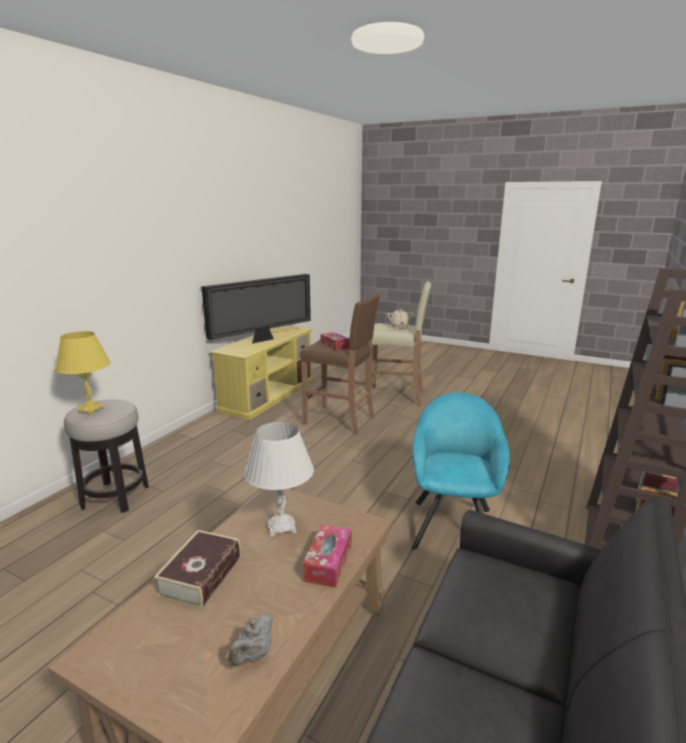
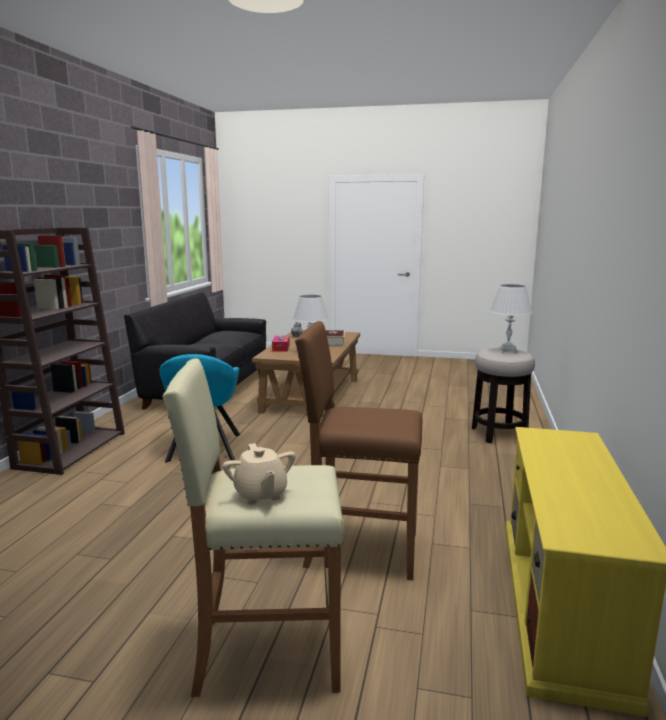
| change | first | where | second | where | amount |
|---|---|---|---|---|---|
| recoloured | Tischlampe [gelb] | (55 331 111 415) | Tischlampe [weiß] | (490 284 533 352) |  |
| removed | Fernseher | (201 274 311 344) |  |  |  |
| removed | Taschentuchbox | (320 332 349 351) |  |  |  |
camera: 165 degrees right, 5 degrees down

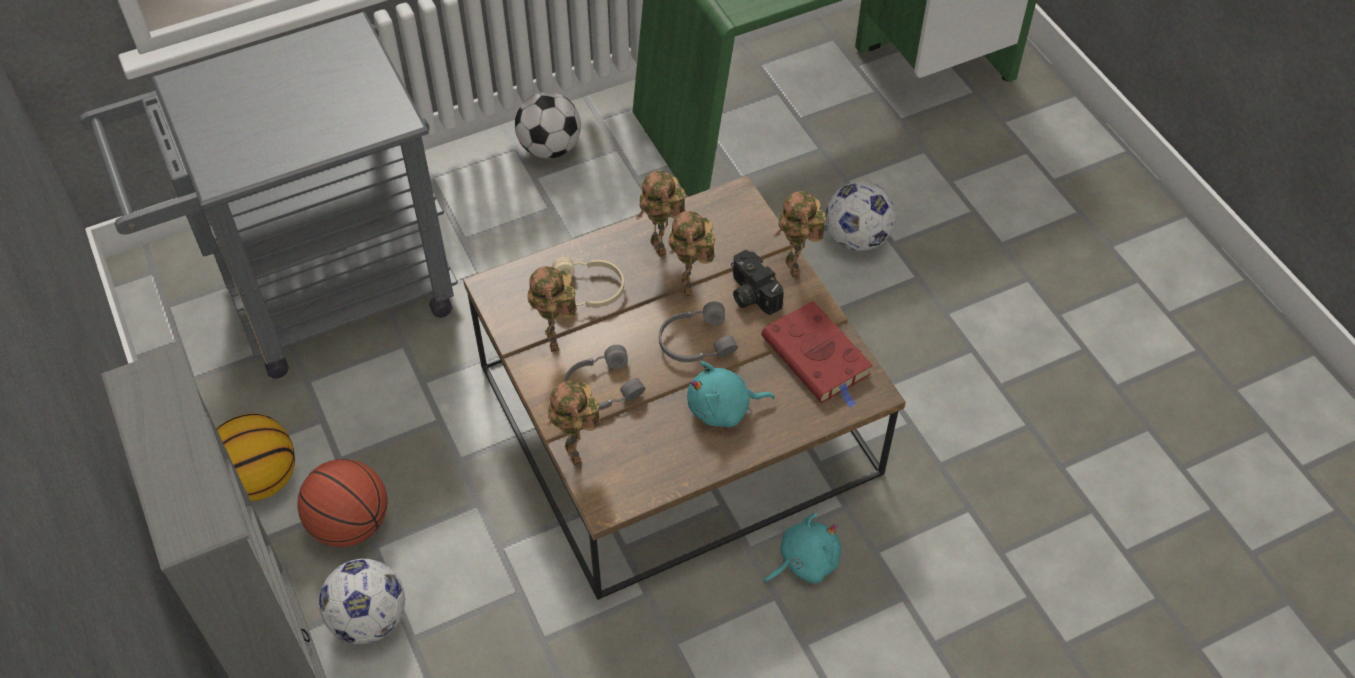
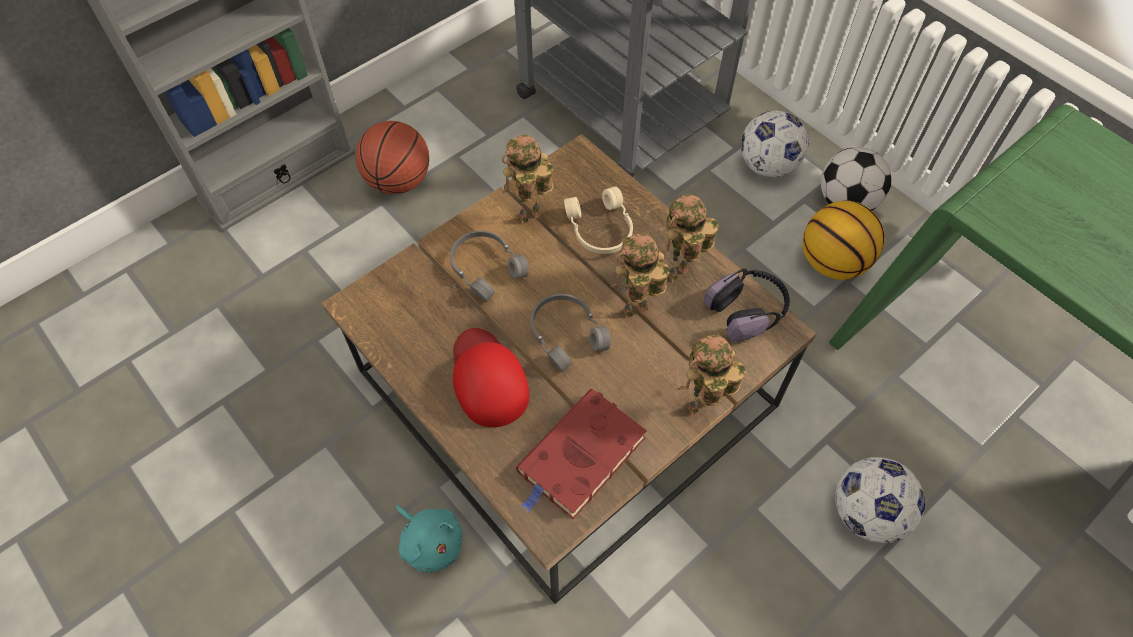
| change | first | where | second | where | amount |
|---|---|---|---|---|---|
| replaced | Plüschtier [türkis] | (687 361 775 427) | Kappe [rot] | (453 328 529 427) |  |
| added |  |  | Kopfhörer | (704 268 790 342) |  |
| moved | Fußball | (319 559 405 644) |  | (741 111 808 177) |  |
| moved | Basketball | (216 413 295 501) |  | (802 201 885 280) |  |
| removed | Spielzeugroboter | (547 381 600 466) |  |  |  |
| removed | Kamera | (731 250 784 315) |  |  |  |
camera: 75 degrees right, 5 degrees up

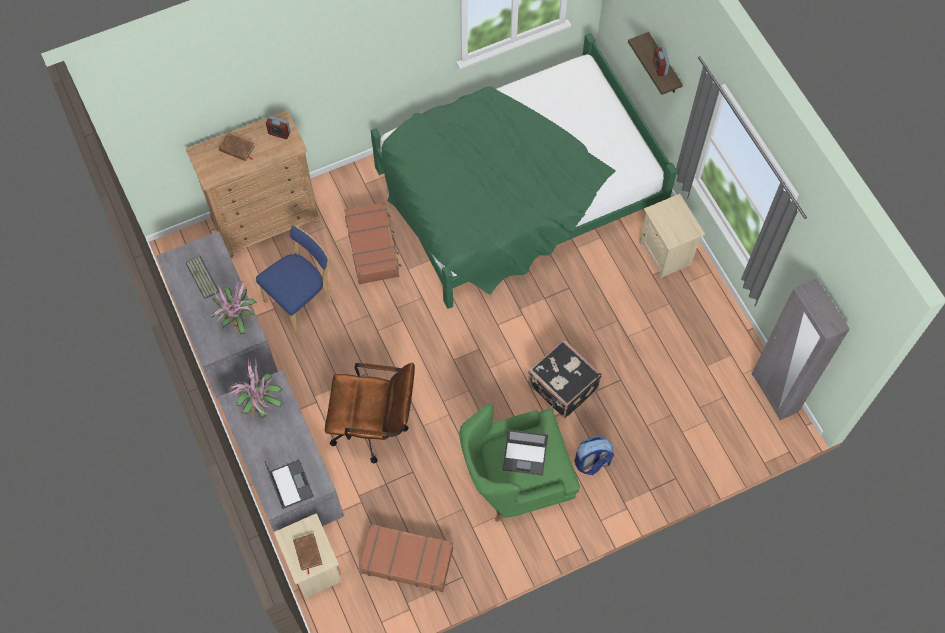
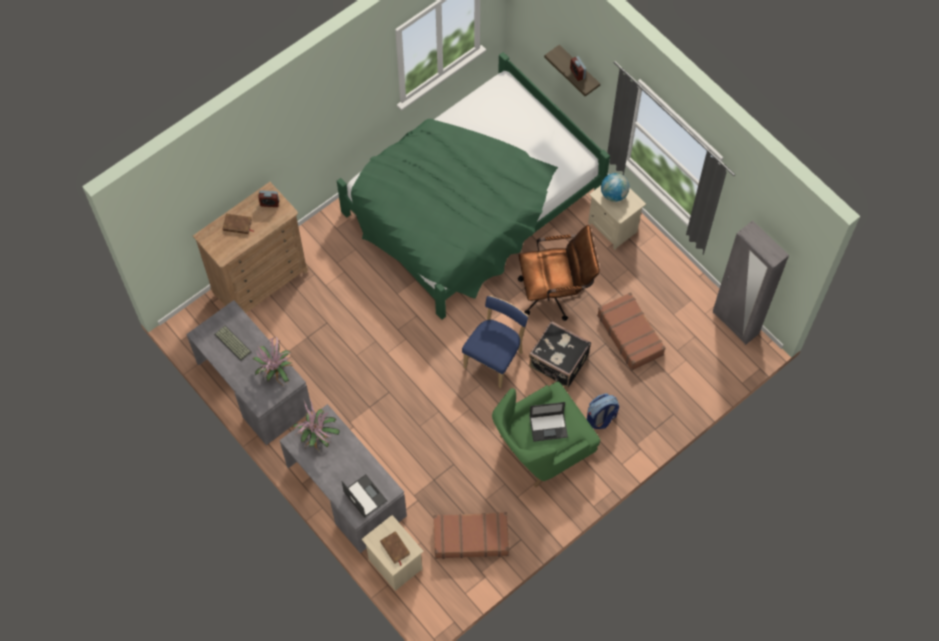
| change | first | where | second | where | amount |
|---|---|---|---|---|---|
| moved | Stuhl [blau] | (256 226 332 332) |  | (462 295 529 388) |  |
| moved | Bürostuhl [braun] | (325 363 415 463) |  | (518 225 600 321) |  |
| moved | Koffer [braun] | (344 202 402 284) |  | (597 292 666 371) |  |
| added |  |  | Globus | (601 173 629 202) |  |
camera: 15 degrees left, 0 degrees up

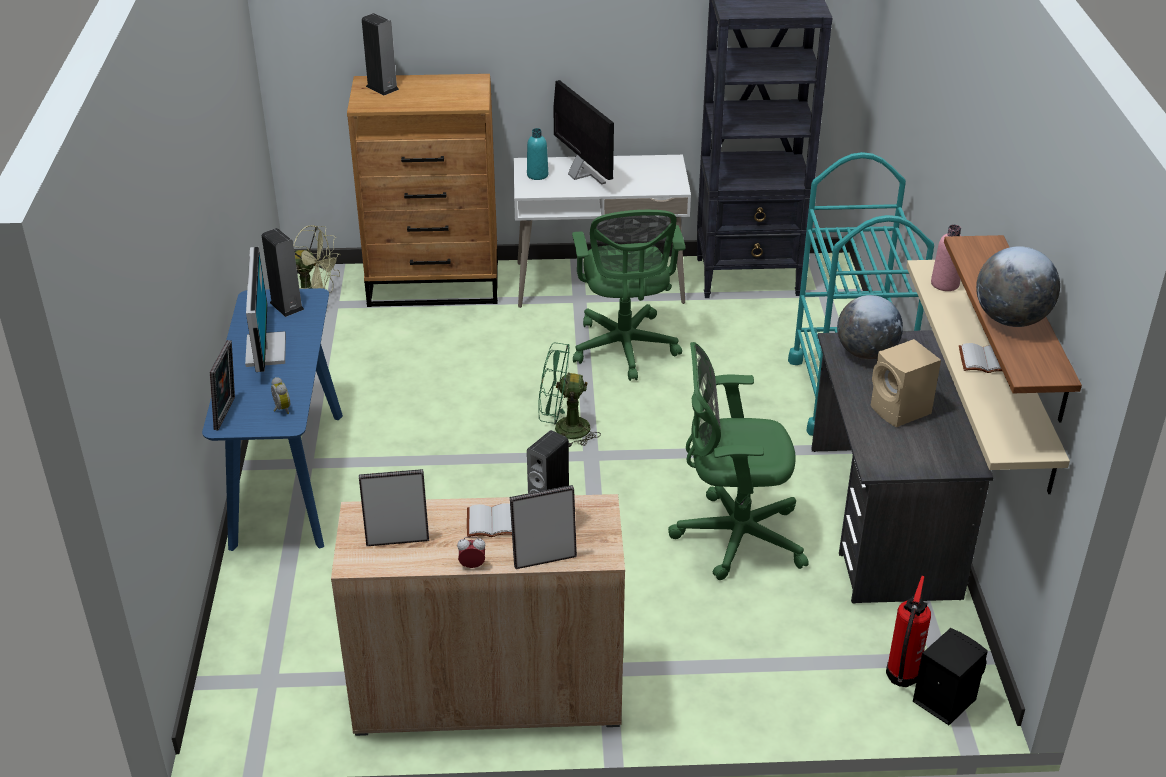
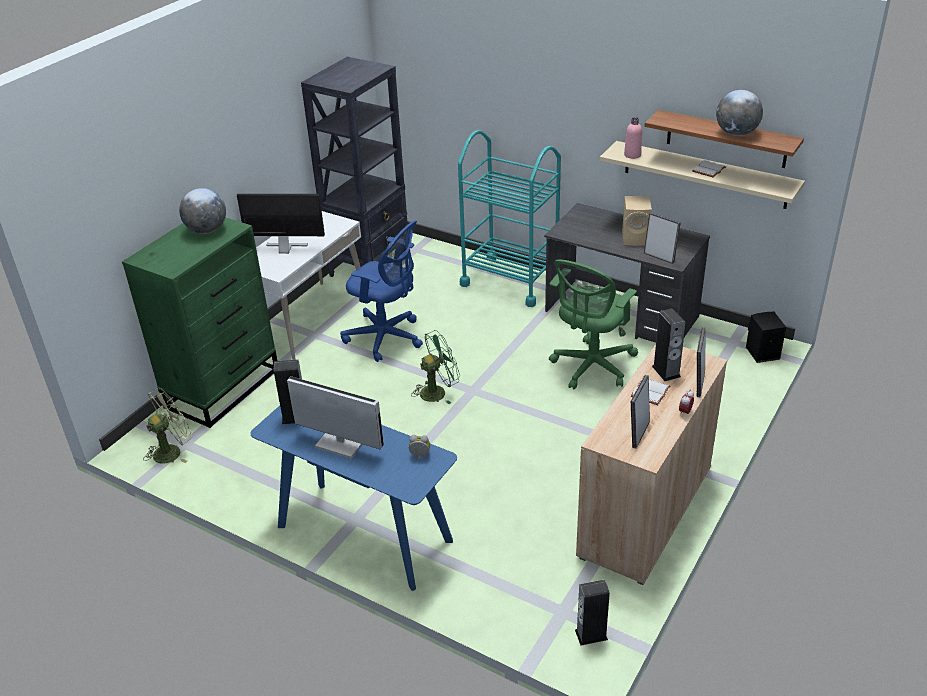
| change | first | where | second | where | amount |
|---|---|---|---|---|---|
| recoloured | Kommode [braun] | (347 74 498 307) | Kommode [grün] | (122 217 277 428) |  |
| moved | Globus | (837 295 903 360) |  | (179 188 226 234) |  |
| recoloured | Bürostuhl [grün] | (572 210 685 381) | Bürostuhl [blau] | (340 221 423 362) |  |
| turned | Ventilator [grün] | (539 343 601 447) |  | (412 330 460 404) | 150 degrees counterclockwise |
| moved | Lautsprecher | (362 13 399 96) |  | (575 580 610 646) |  |
| moved | Bilderrahmen | (210 340 235 430) |  | (644 212 681 264) |  |
| removed | Flasche [türkis] | (527 128 548 180) |  |  |  |
| removed | Feuerlöscher | (886 576 931 687) |  |  |  |
camera: 55 degrees left, 0 degrees up

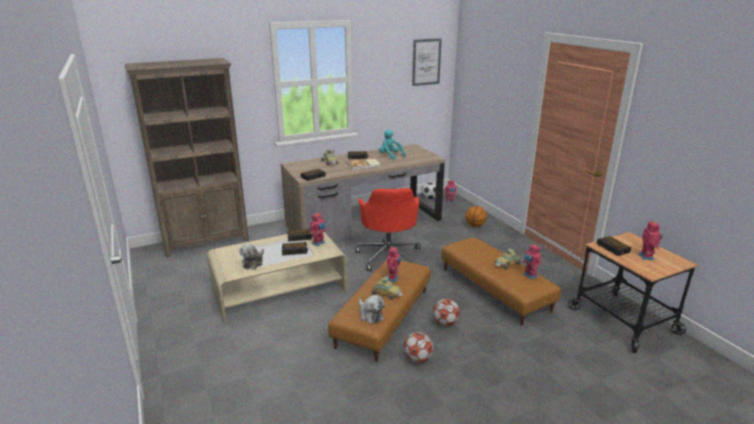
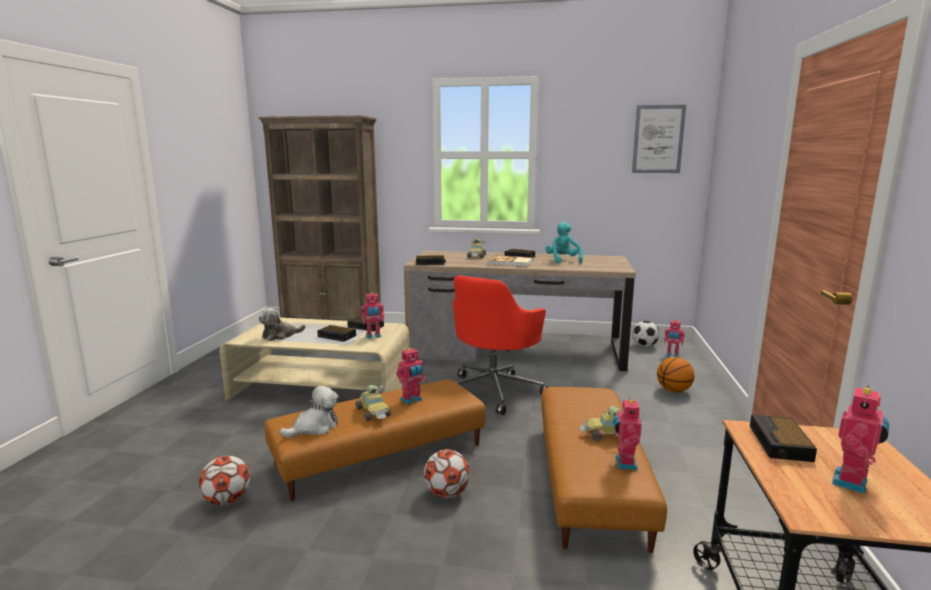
| change | first | where | second | where | amount |
|---|---|---|---|---|---|
| moved | Fußball | (403 332 433 363) |  | (199 456 250 506) |  |
| turned | Plüschtier | (359 295 385 324) |  | (279 386 338 438) | 135 degrees counterclockwise |
camera: 35 degrees right, 10 degrees down

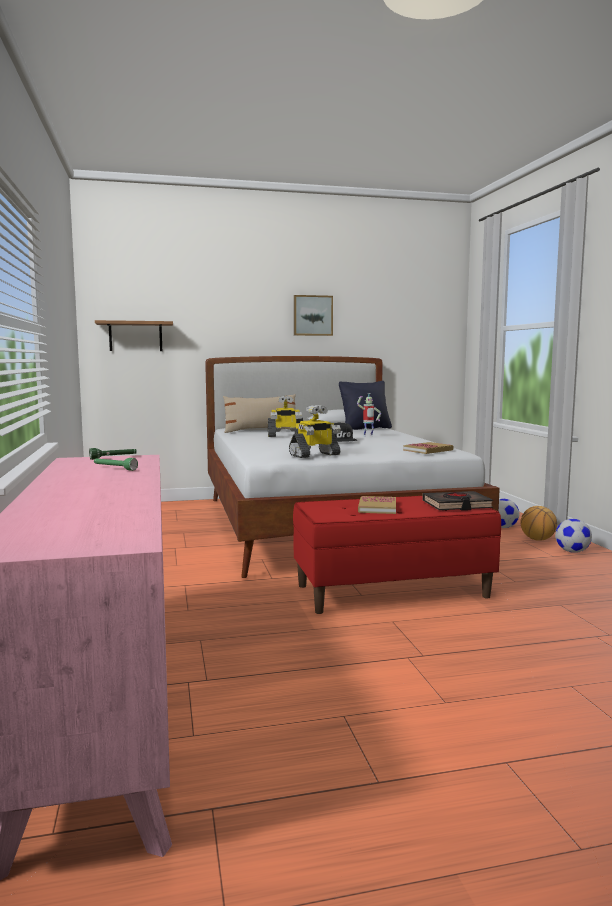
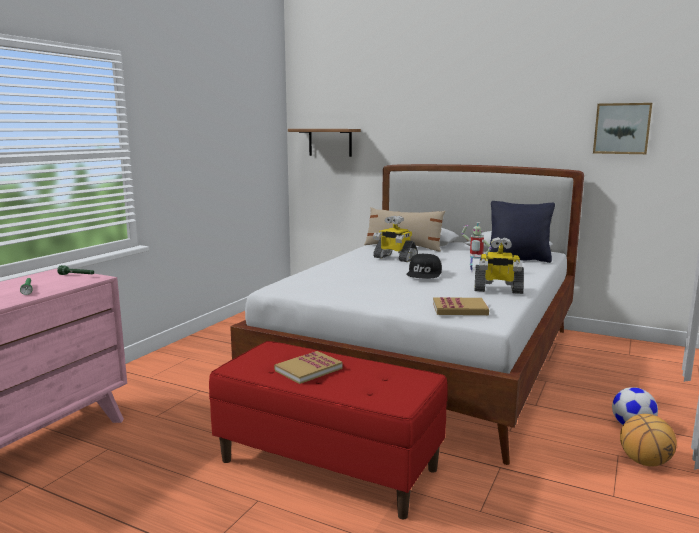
| change | first | where | second | where | amount |
|---|---|---|---|---|---|
| moved | Spielzeugroboter | (289 405 341 458) |  | (475 237 524 294) |  |
| moved | Bild | (294 295 333 336) |  | (593 103 652 154) |  |
| removed | Buch [schwarz] | (422 491 493 511) |  |  |  |
| removed | Fußball | (555 519 592 553) |  |  |  |
camera: 40 degrees right, 5 degrees up

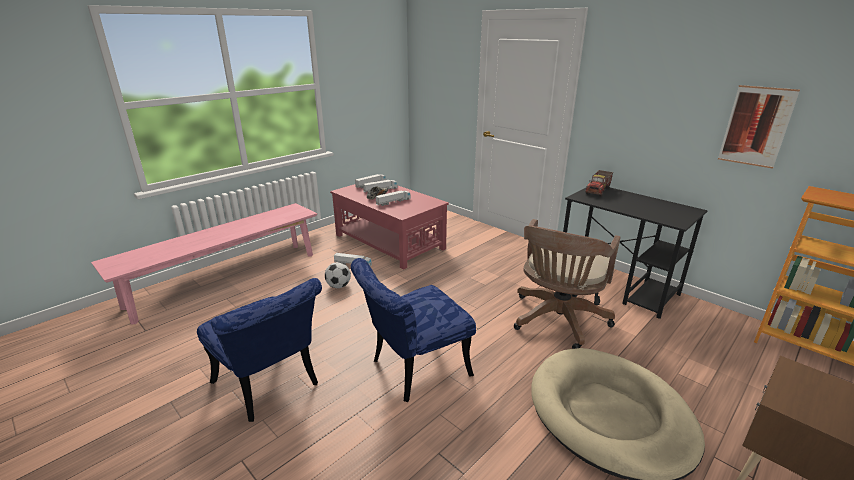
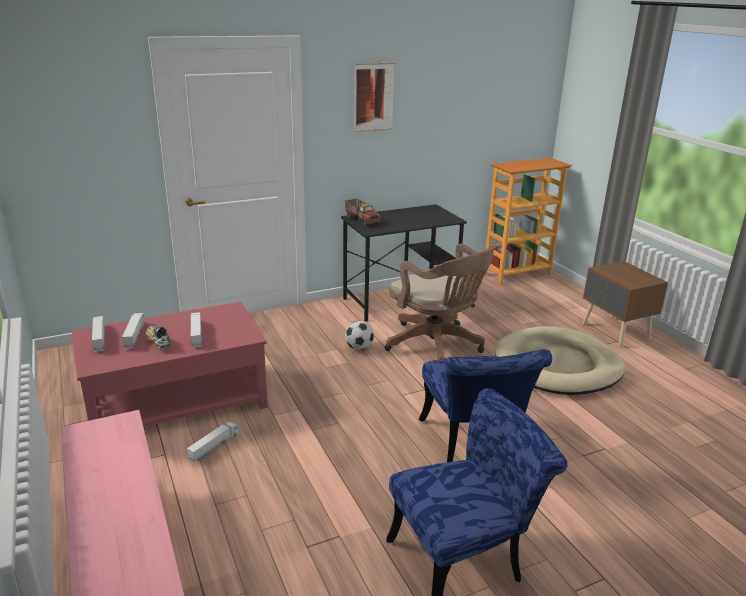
| change | first | where | second | where | amount |
|---|---|---|---|---|---|
| moved | Fußball | (325 262 351 288) |  | (345 321 374 350) |  |
| moved | Bild | (718 85 800 169) |  | (354 63 395 132) |  |
camera: 70 degrees left, 0 degrees up

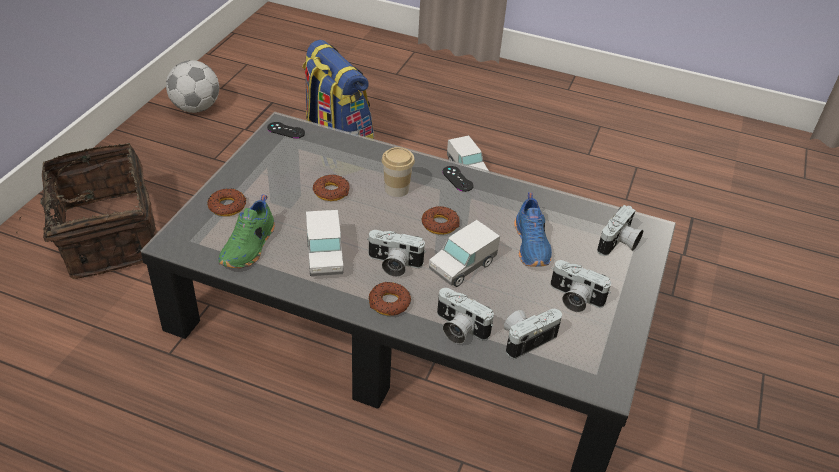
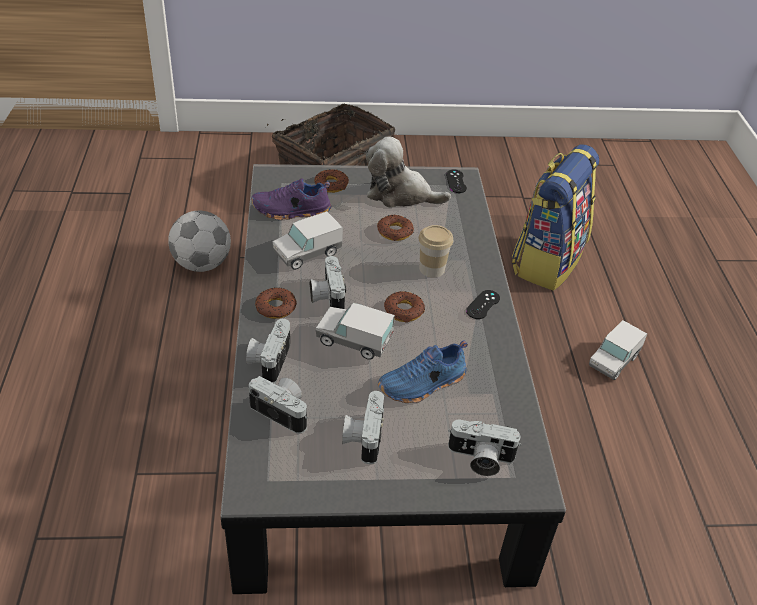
| change | first | where | second | where | amount |
|---|---|---|---|---|---|
| moved | Fußball | (166 60 219 113) |  | (168 210 231 272) |  |
| recoloured | Schuh [grün] | (219 194 275 268) | Schuh [lila] | (251 178 332 220) |  |
| added |  |  | Plüschtier | (366 136 451 208) |  |
camera: 65 degrees right, 0 degrees up

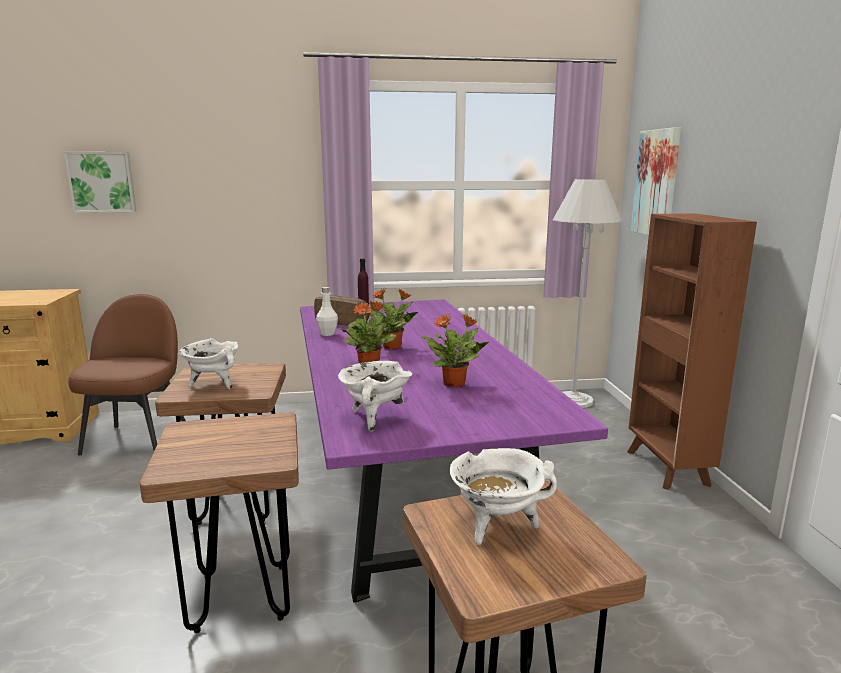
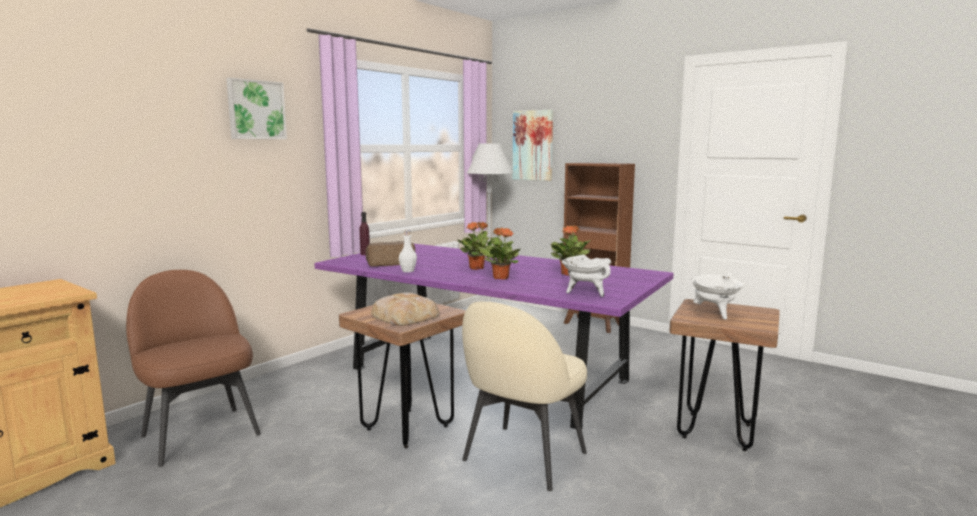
| change | first | where | second | where | amount |
|---|---|---|---|---|---|
| moved | Bild | (64 152 137 213) |  | (226 78 287 139) |  |
| replaced | Kochtopf [weiß] | (179 338 238 389) | Brot | (371 292 439 326) |  |
| replaced | Hocker [braun] | (140 412 299 633) | Stuhl [beige] | (462 302 587 491) |  |
camera: 45 degrees left, 5 degrees down

